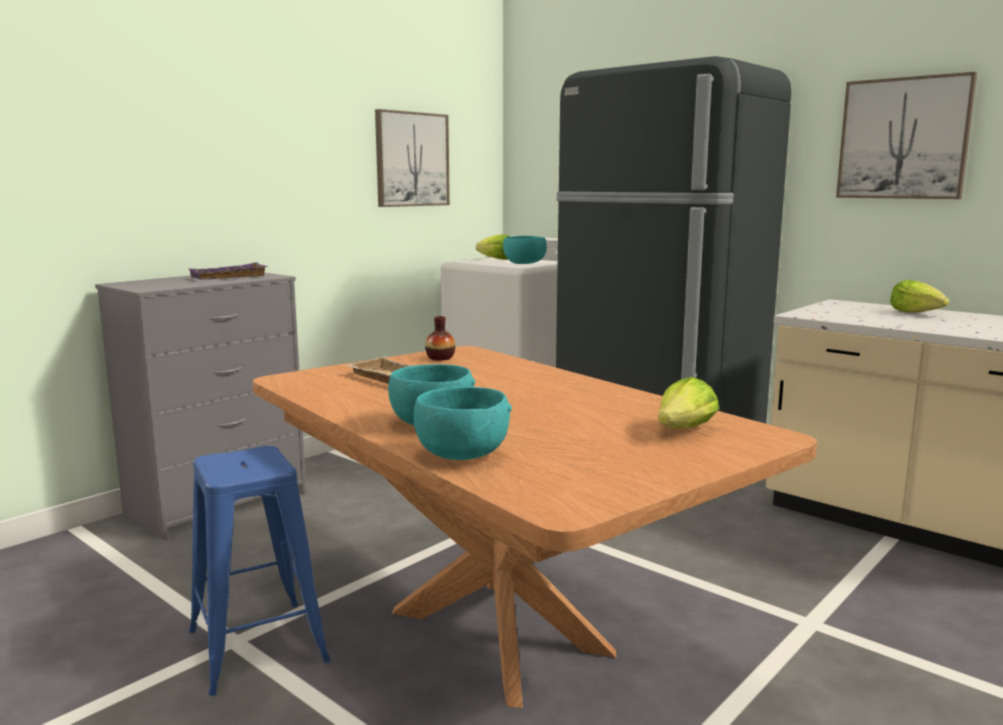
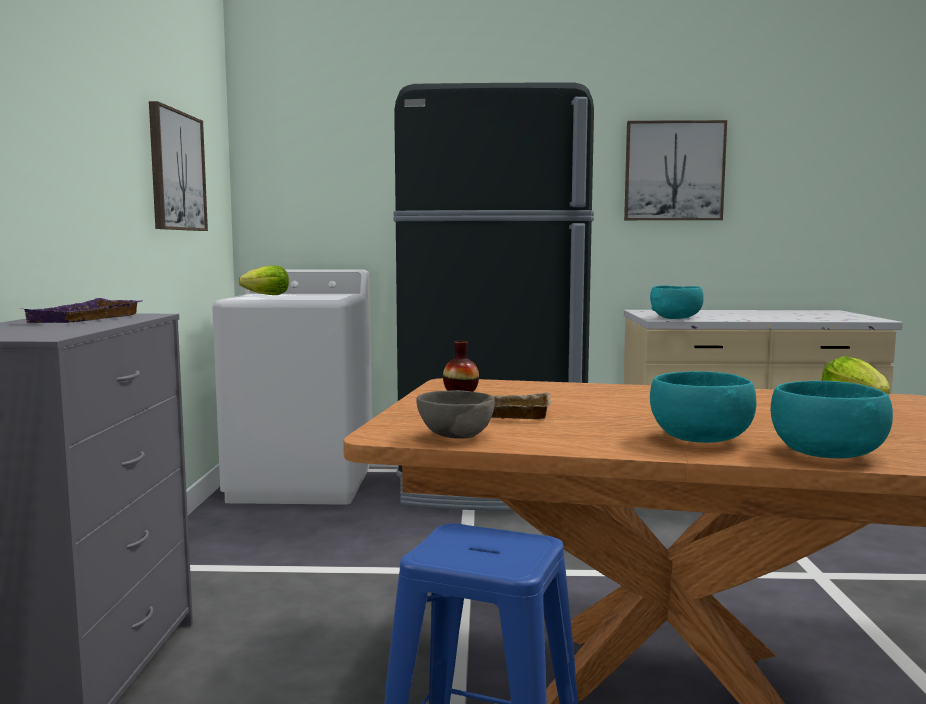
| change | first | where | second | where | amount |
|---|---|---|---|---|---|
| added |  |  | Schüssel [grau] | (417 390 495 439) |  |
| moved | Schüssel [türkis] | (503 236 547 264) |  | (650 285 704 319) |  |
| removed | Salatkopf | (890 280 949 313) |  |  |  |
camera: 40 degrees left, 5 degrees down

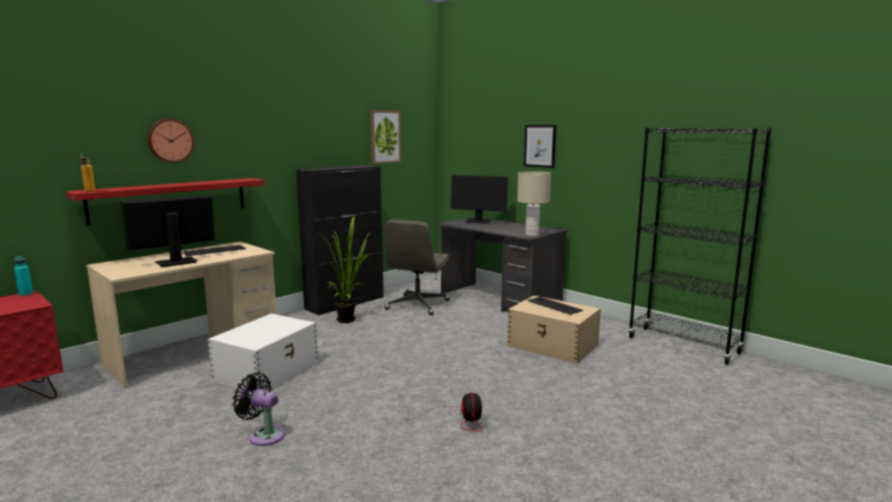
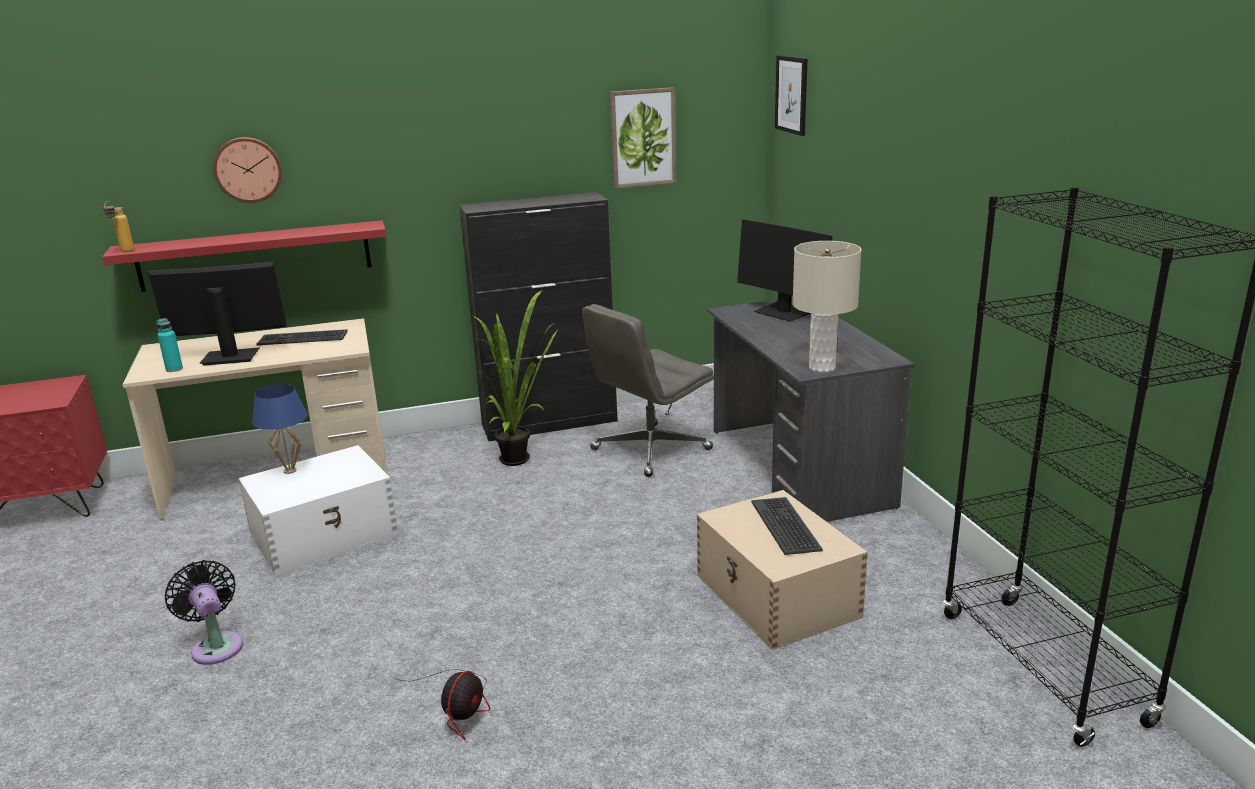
| change | first | where | second | where | amount |
|---|---|---|---|---|---|
| moved | Flasche [türkis] | (14 256 33 296) |  | (157 318 183 372) |  |
| added |  |  | Tischlampe [blau] | (252 384 307 474) |  |
| moved | Bild | (524 125 556 168) |  | (775 55 808 136) |  |
camera: 30 degrees right, 10 degrees up

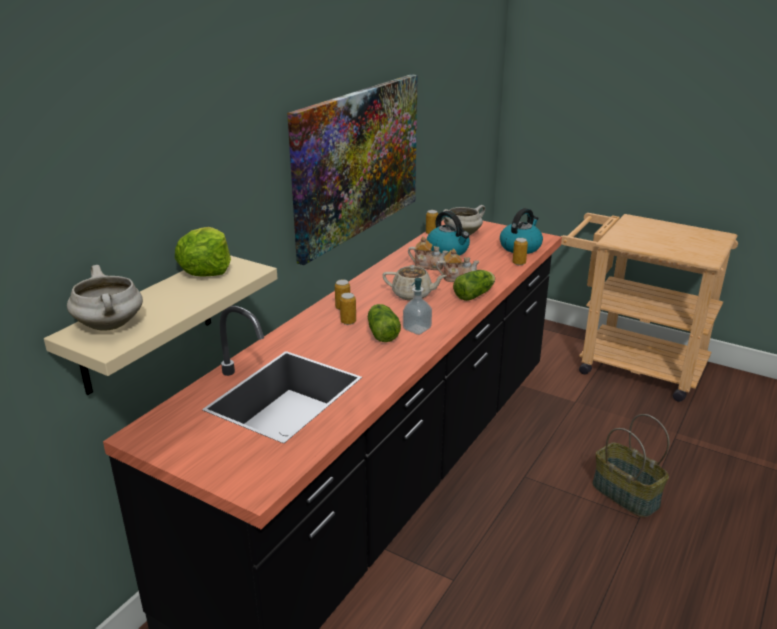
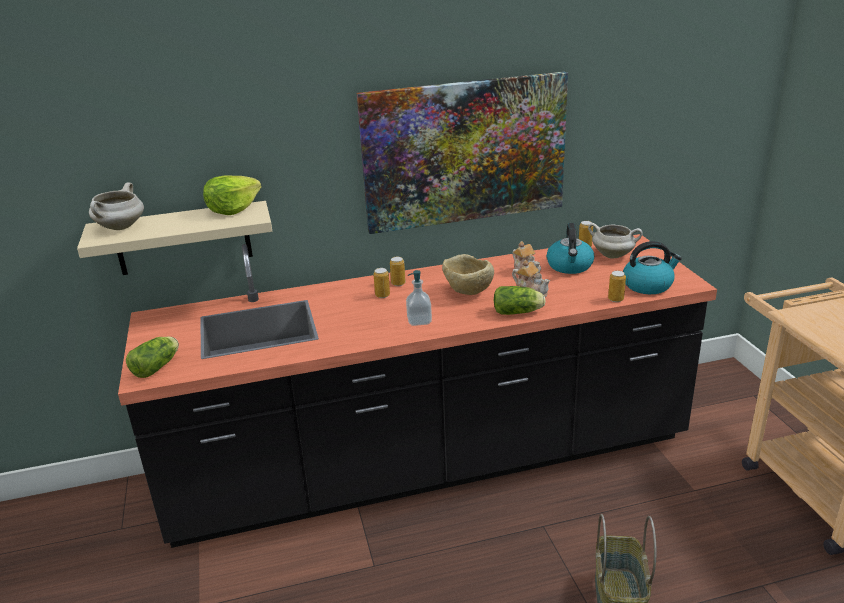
| change | first | where | second | where | amount |
|---|---|---|---|---|---|
| moved | Salatkopf | (368 304 401 342) |  | (126 337 179 378) |  |
| replaced | Teekanne [beige] | (382 265 446 301) | Schüssel [beige] | (442 254 494 295) |  |
camera: 45 degrees right, 0 degrees up

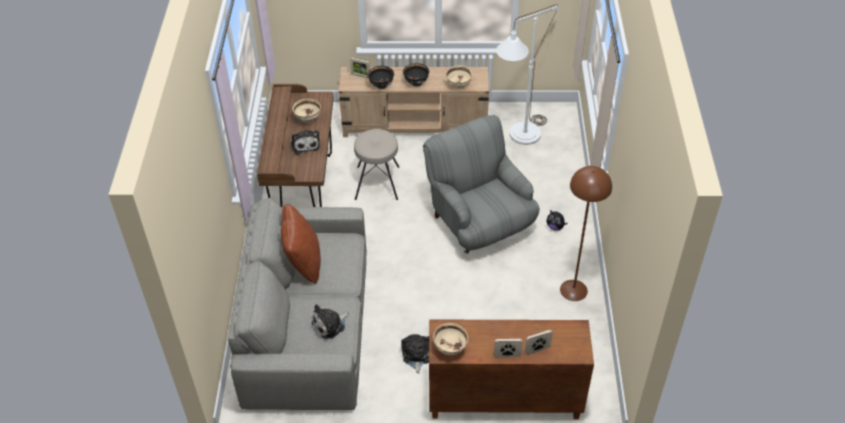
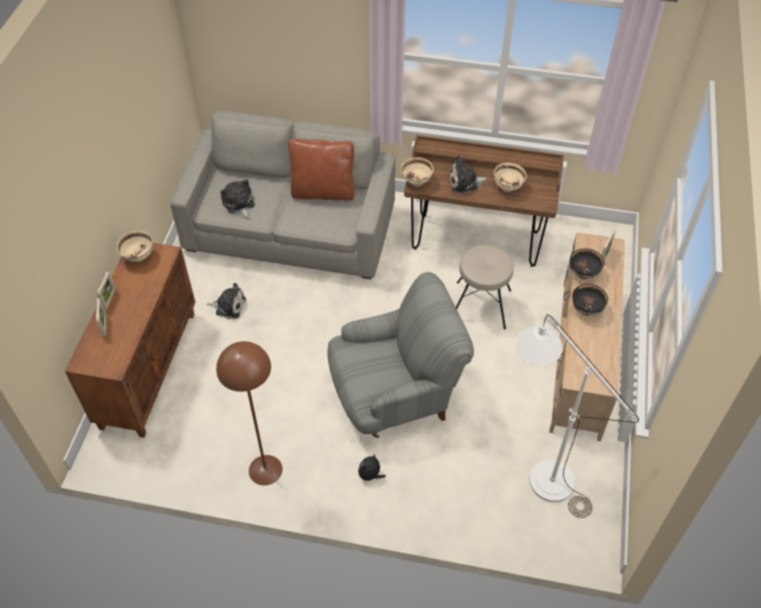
| change | first | where | second | where | amount |
|---|---|---|---|---|---|
| moved | Schüssel [beige] | (446 65 472 89) |  | (401 157 434 186) |  |
camera: 100 degrees right, 5 degrees up

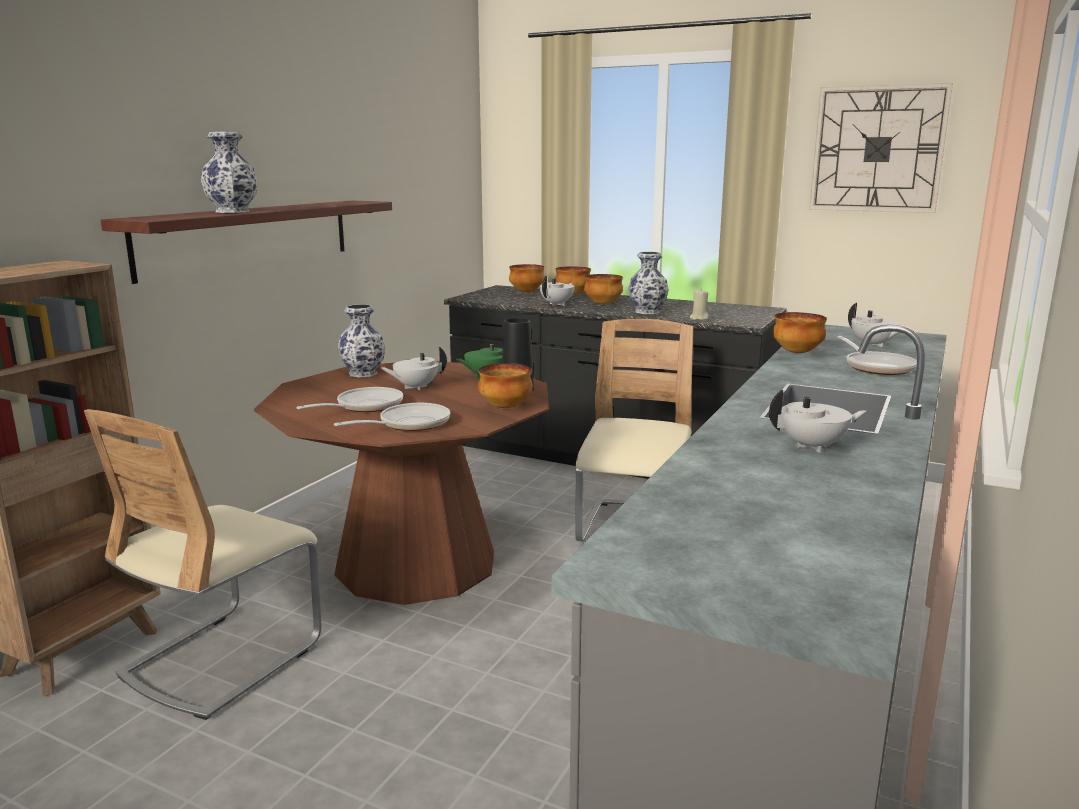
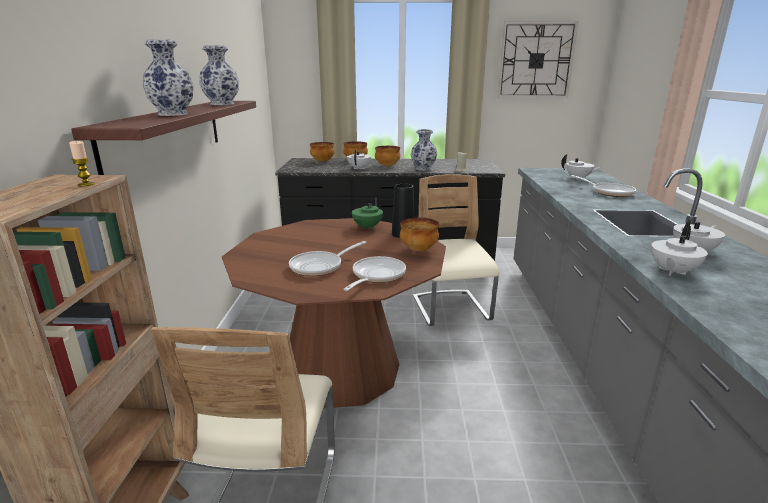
| change | first | where | second | where | amount |
|---|---|---|---|---|---|
| added |  |  | Kerze | (69 141 95 187) |  |
| moved | Vase | (338 304 385 378) |  | (199 45 239 105) |  |
| turned | Pfanne | (296 387 403 412) |  | (289 241 366 276) | 150 degrees counterclockwise |
| moved | Teekanne [weiß] | (380 346 447 390) |  | (651 226 708 276) |  |
| removed | Schüssel | (773 312 827 353) |  |  |  |
camera: 25 degrees left, 5 degrees up

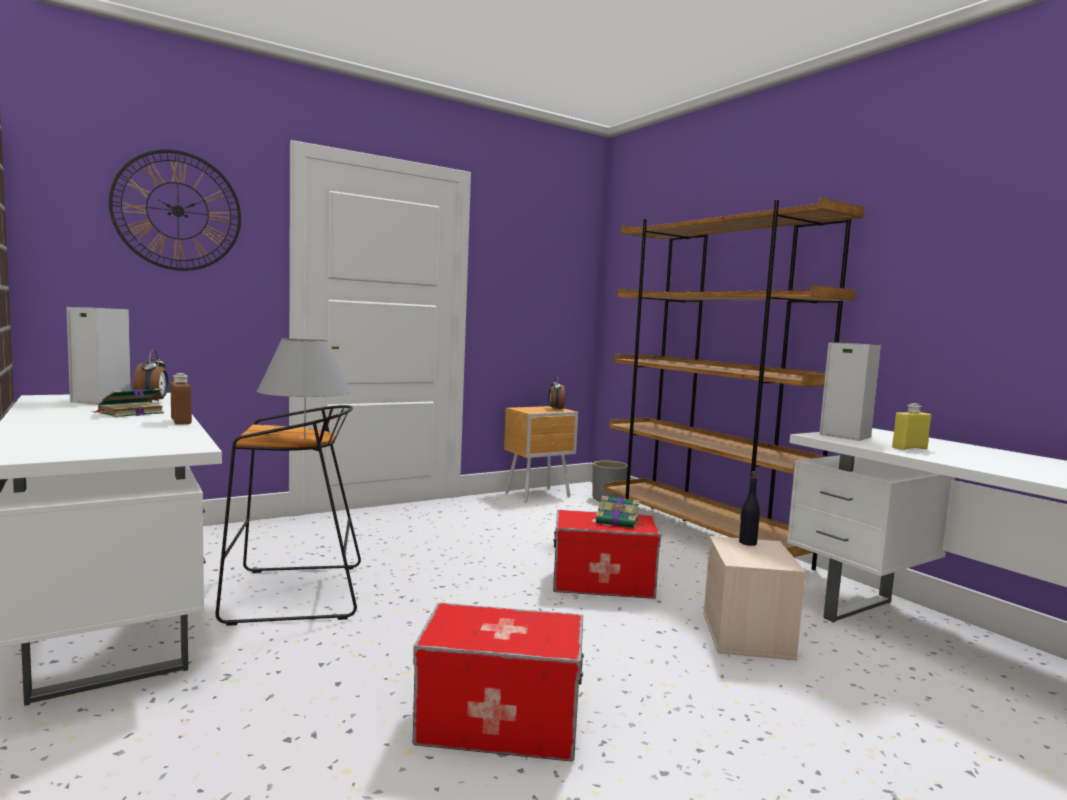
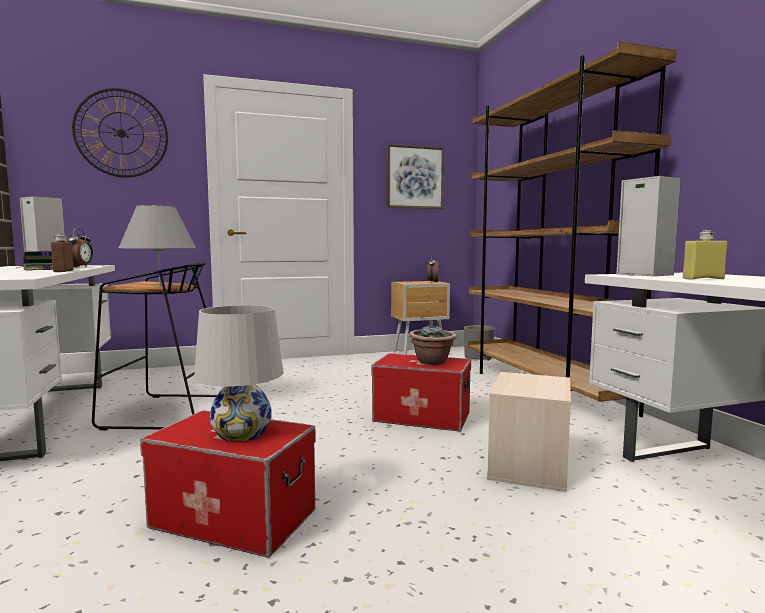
| change | first | where | second | where | amount |
|---|---|---|---|---|---|
| added |  |  | Tischlampe [weiß] | (194 305 283 442) |  |
| added |  |  | Bild | (387 144 444 209) |  |
| replaced | Buch | (596 496 644 528) | Topfpflanze | (409 324 457 365) |  |
| removed | Flasche [schwarz] | (739 471 760 546) |  |  |  |
camera: 15 degrees right, 0 degrees up

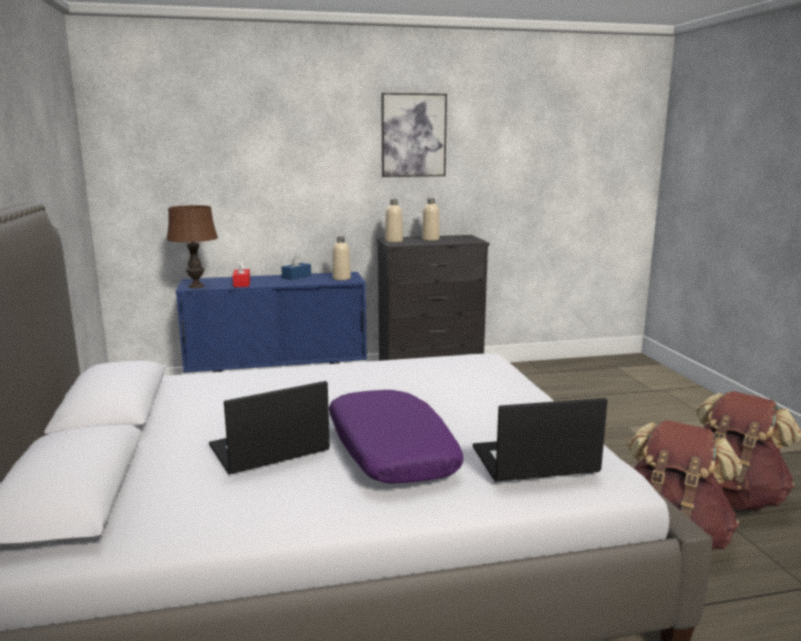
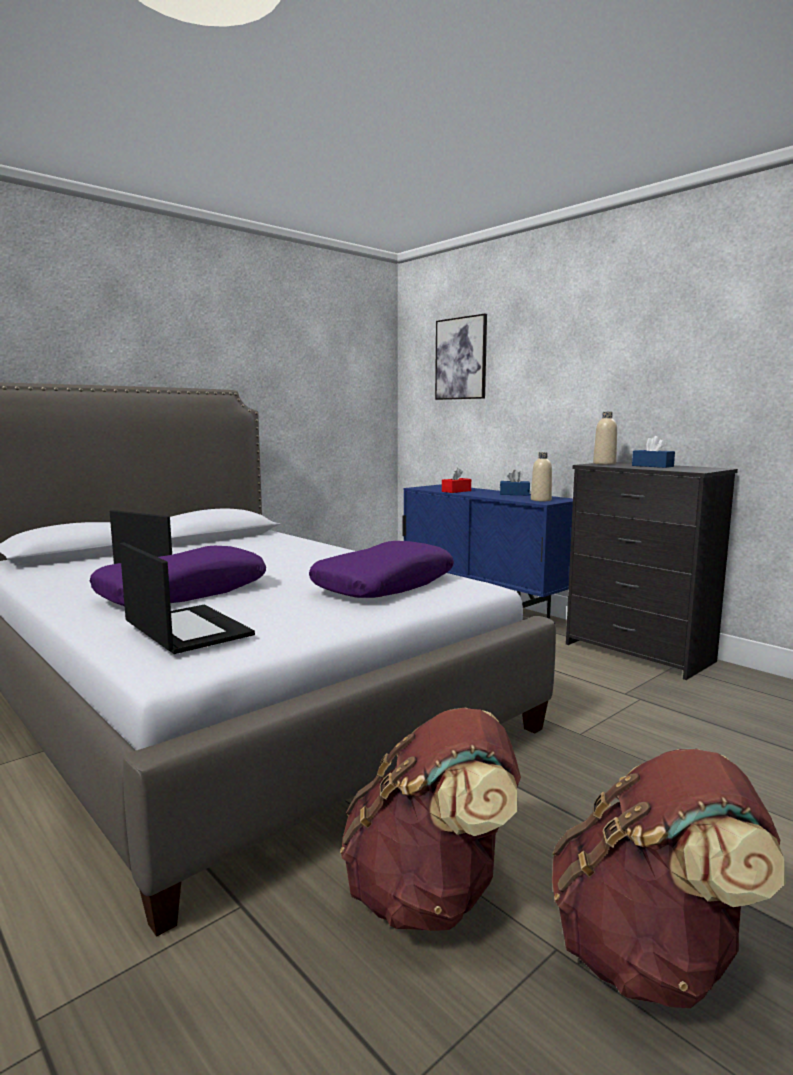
| change | first | where | second | where | amount |
|---|---|---|---|---|---|
| added |  |  | Kissen [lila] | (309 541 454 598) |  |
| moved | Bild | (381 93 447 177) |  | (435 314 487 400) |  |
| replaced | Flasche [beige] | (422 198 440 241) | Taschentuchbox [blau] | (632 436 675 468) |  |
| removed | Tischlampe [braun] | (167 205 218 288) |  |  |  |
camera: 60 degrees right, 5 degrees down

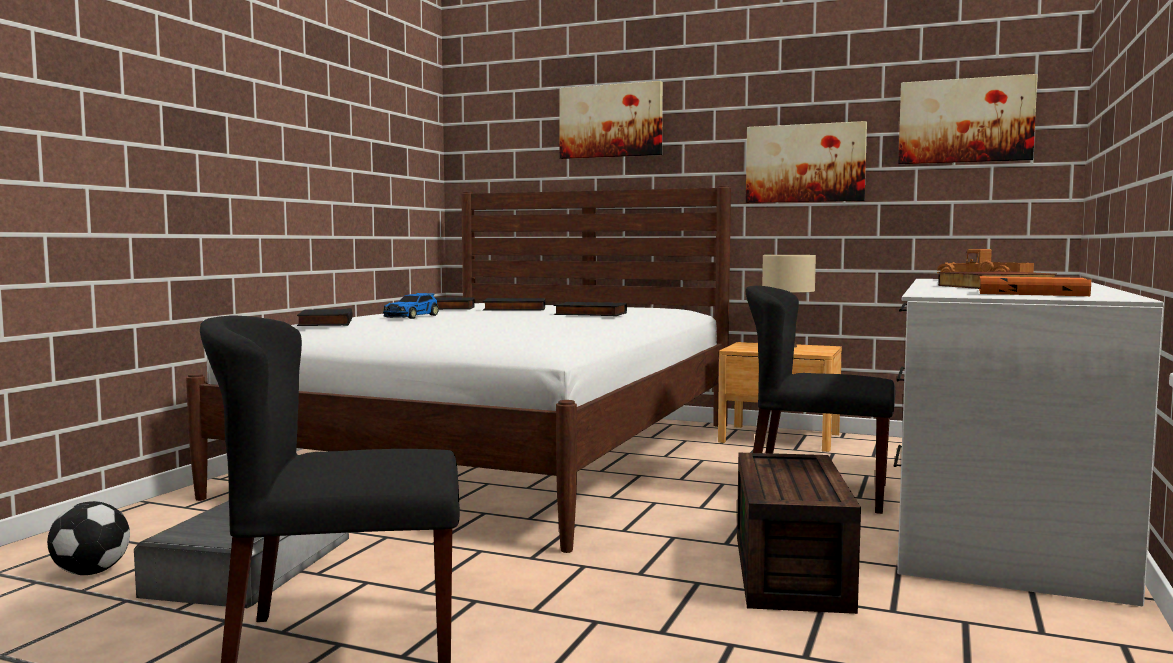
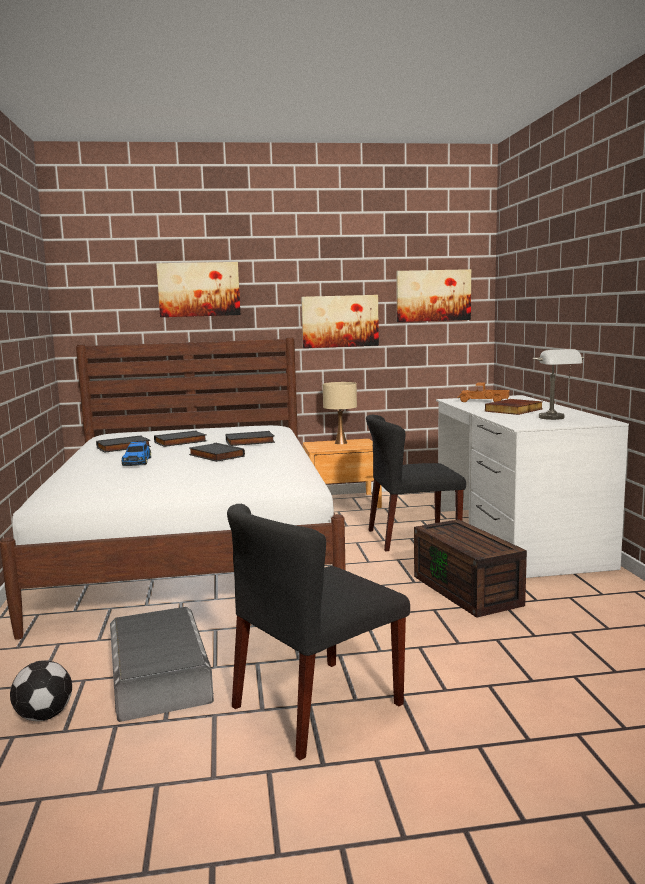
| change | first | where | second | where | amount |
|---|---|---|---|---|---|
| moved | Buch [schwarz] | (297 308 353 326) |  | (189 443 245 462) |  |
| replaced | Buch [orange] | (979 276 1091 296) | Tischlampe [grau] | (533 349 584 420) |  |
camera: 30 degrees left, 5 degrees up

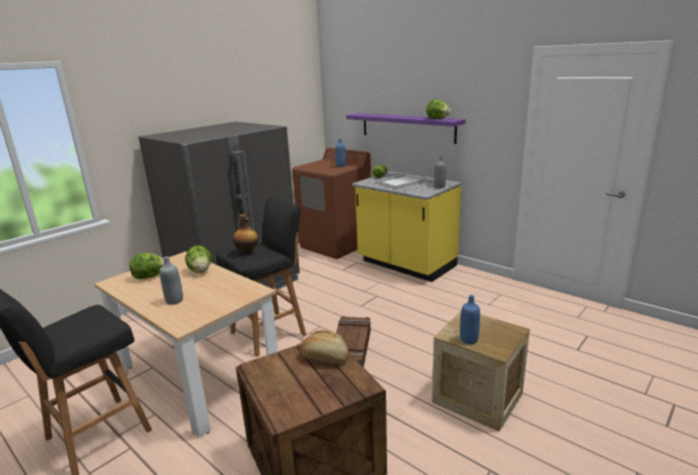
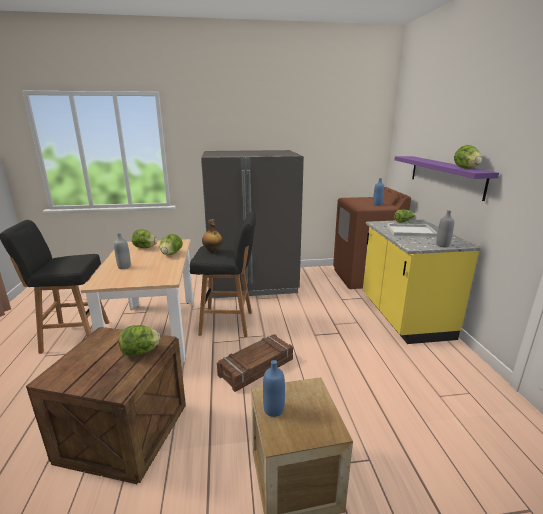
| change | first | where | second | where | amount |
|---|---|---|---|---|---|
| replaced | Brot | (300 330 349 364) | Salatkopf | (119 325 160 356) |  |
camera: 40 degrees right, 0 degrees up

